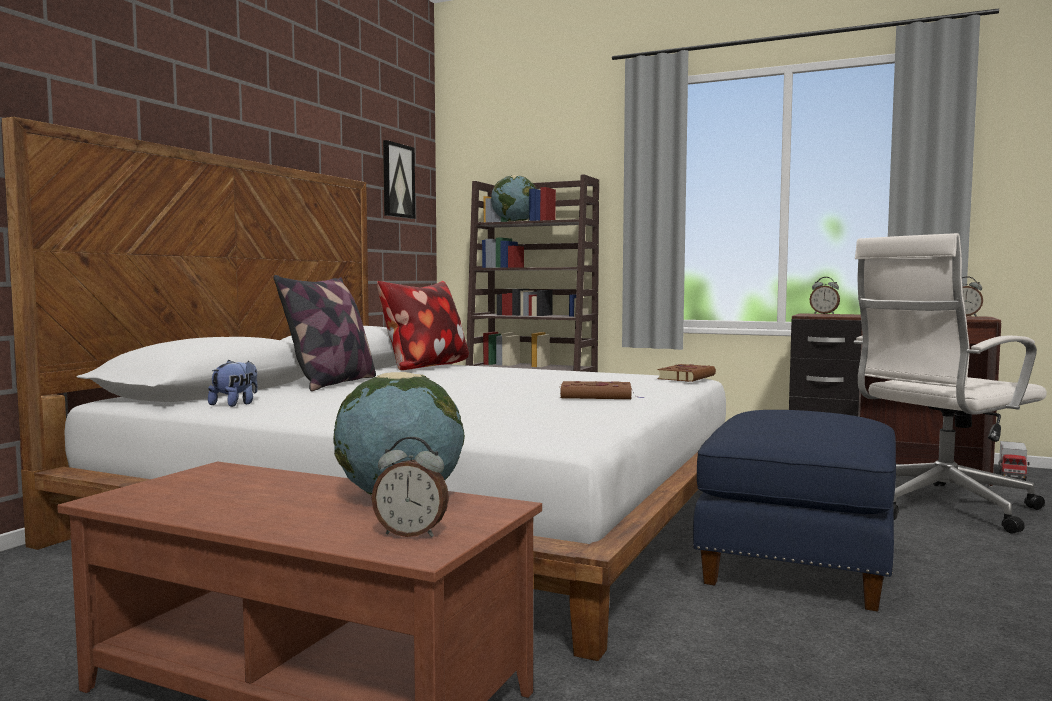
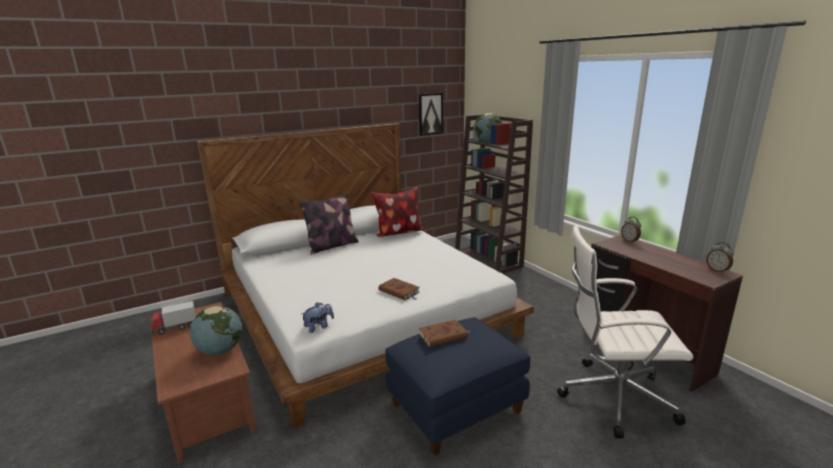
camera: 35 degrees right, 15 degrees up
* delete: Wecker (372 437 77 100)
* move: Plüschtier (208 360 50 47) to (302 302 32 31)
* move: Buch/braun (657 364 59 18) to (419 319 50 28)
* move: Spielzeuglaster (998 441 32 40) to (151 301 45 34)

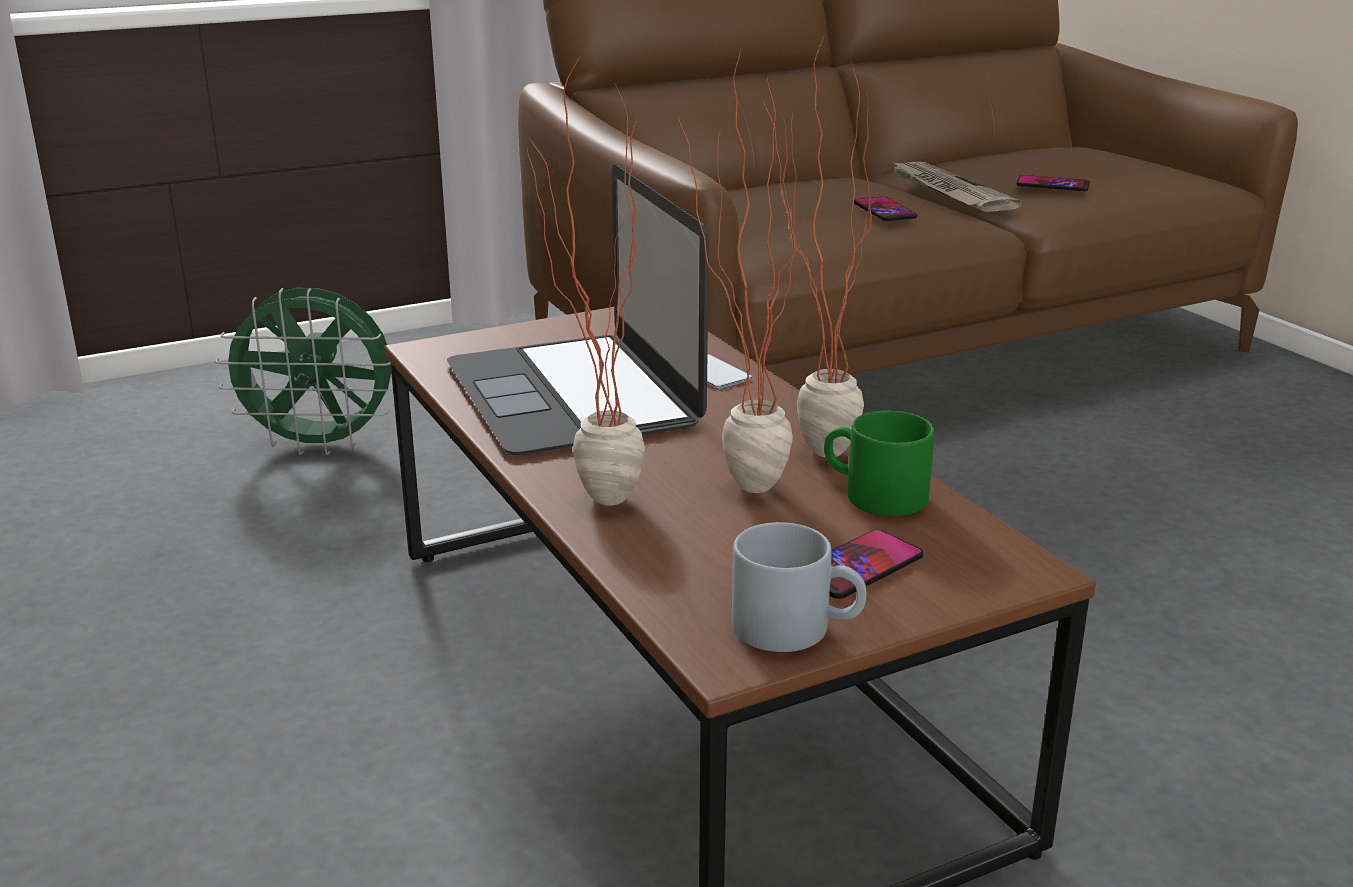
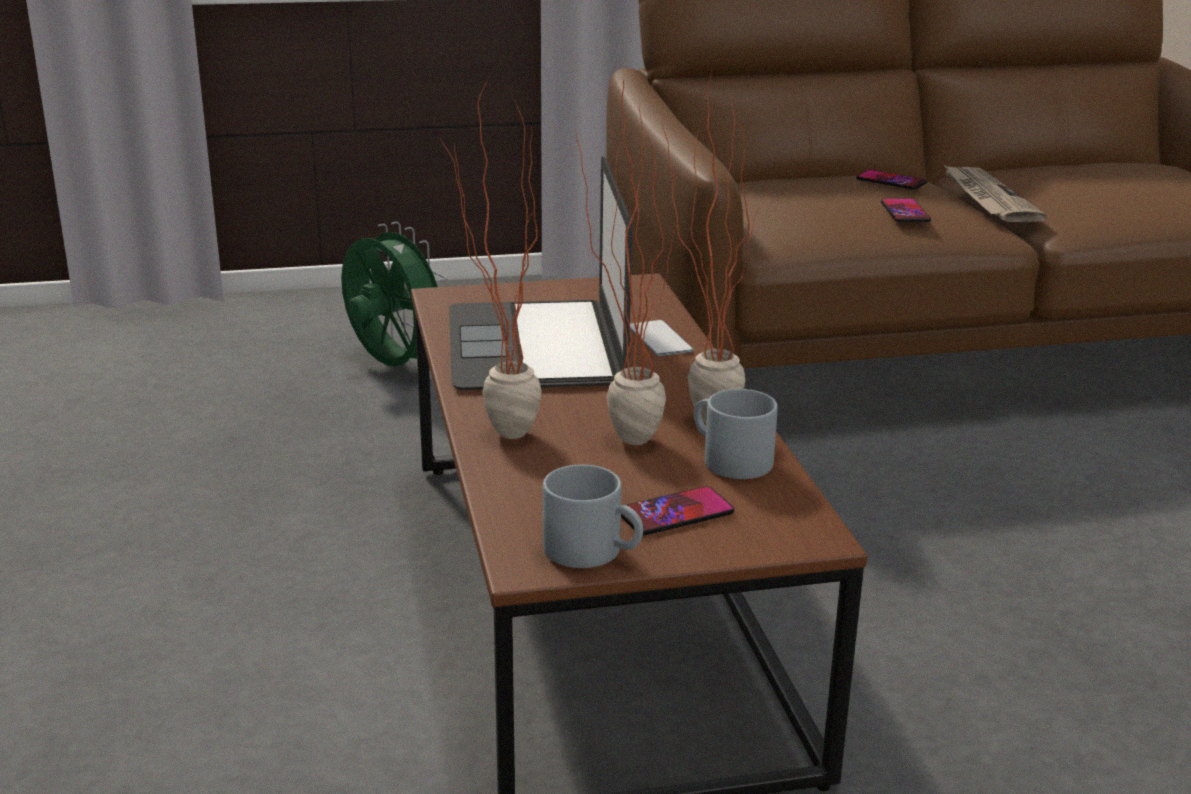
camera: 15 degrees right, 0 degrees up
* move: Handy (1016 175 74 16) to (857 170 70 20)
* recolor: Henkelbecher/grün (824 410 111 106) to Henkelbecher/grau (694 389 84 90)
* rotate: Ventilator/grün (215 288 178 167) = (341 222 106 145) 150 degrees counterclockwise

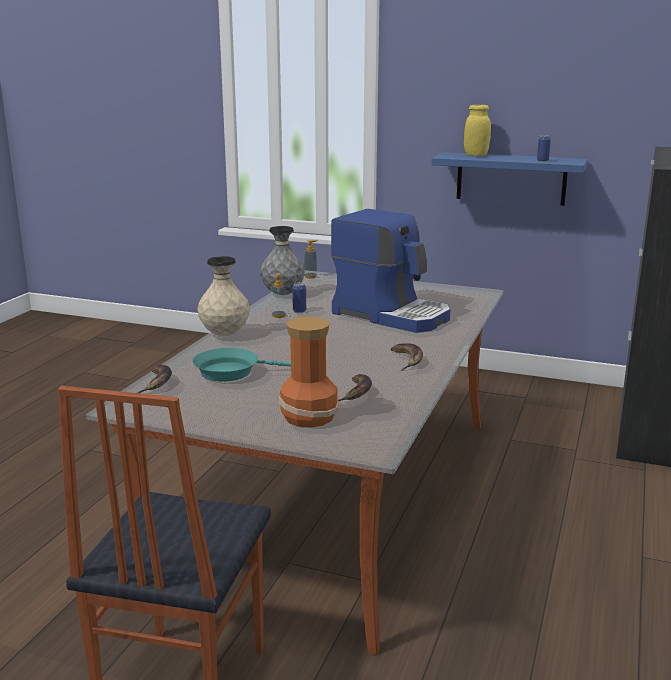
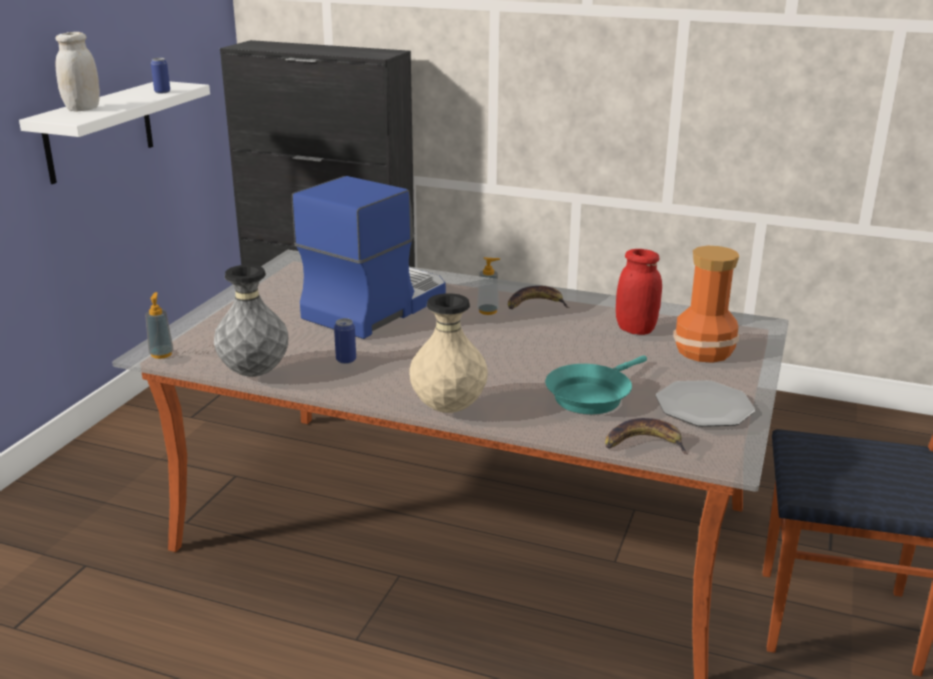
camera: 90 degrees left, 5 degrees up
* insert: Teller (656 380 99 47)
* move: Seifenspender (271 273 16 45) to (477 257 23 58)
* replace: Banane (338 374 34 27) to Vorratsglas/rot (616 249 46 86)
* recolor: Wandregal/blau (431 152 157 54) to Wandregal/weiß (19 81 191 103)
* recolor: Vorratsglas/gelb (464 105 27 51) to Vorratsglas/weiß (55 32 45 80)
* rotate: Pfanne/türkis (192 348 99 34) = (545 355 102 59) 45 degrees clockwise

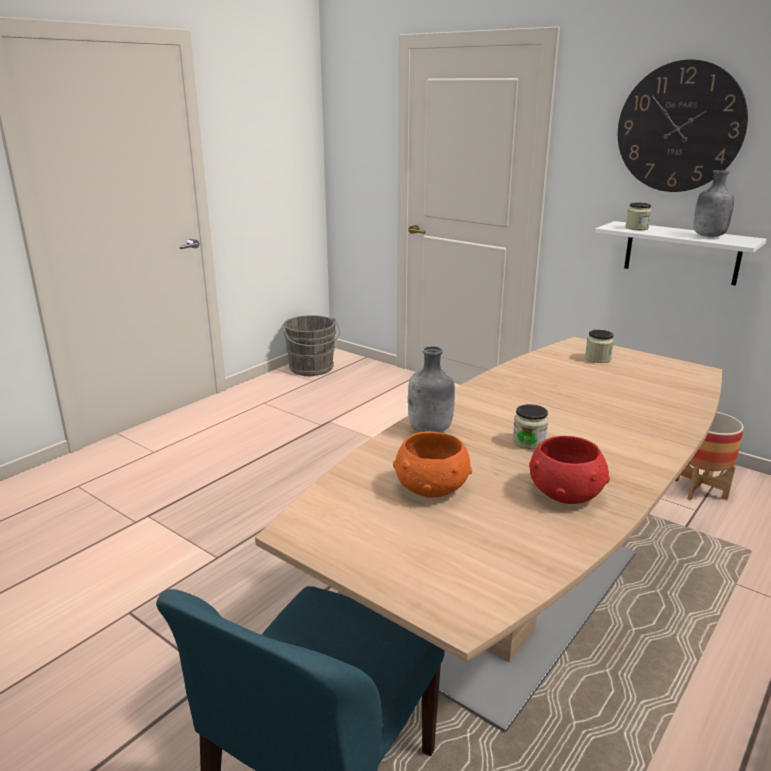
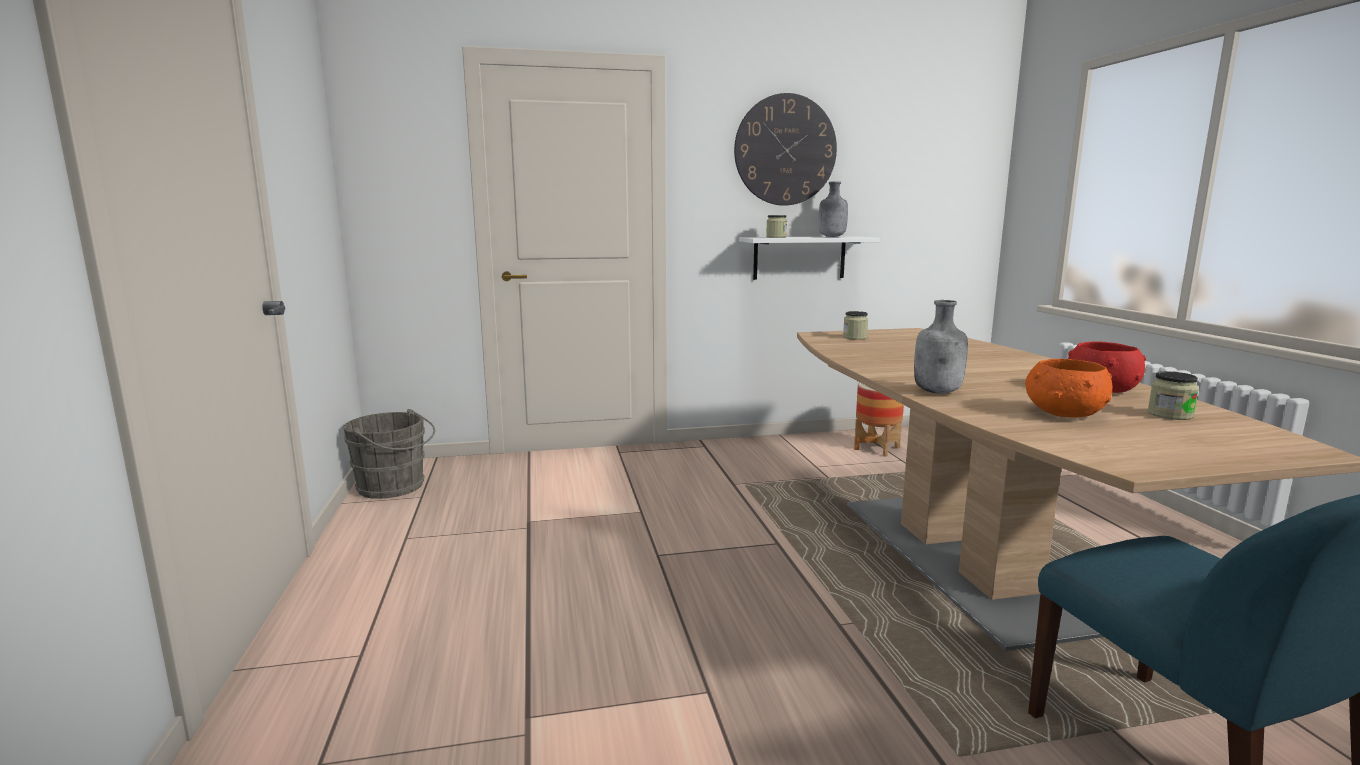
camera: 50 degrees left, 10 degrees down
* move: Vorratsglas (512 404 37 46) to (1147 372 52 48)

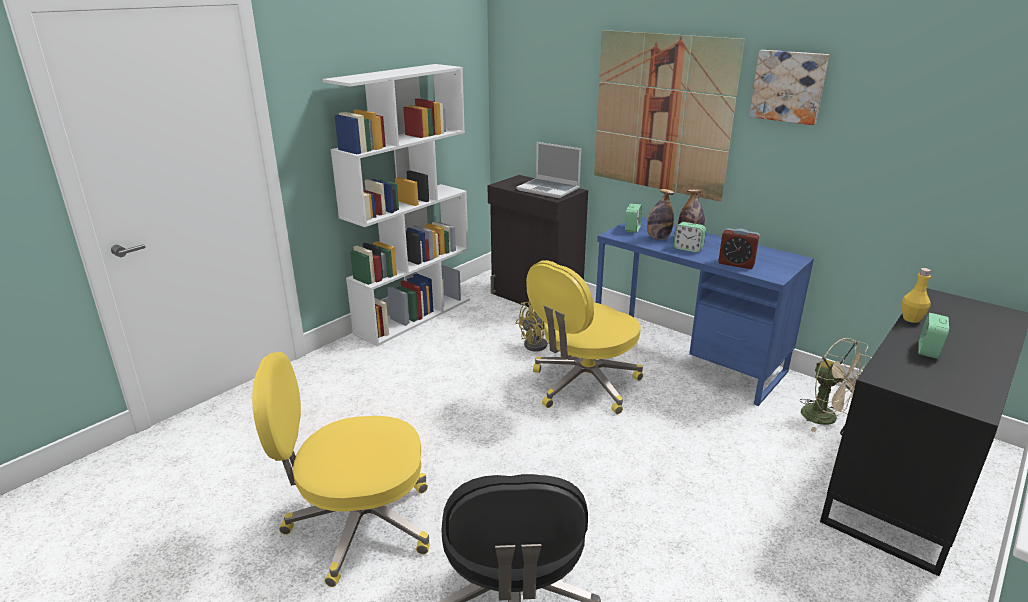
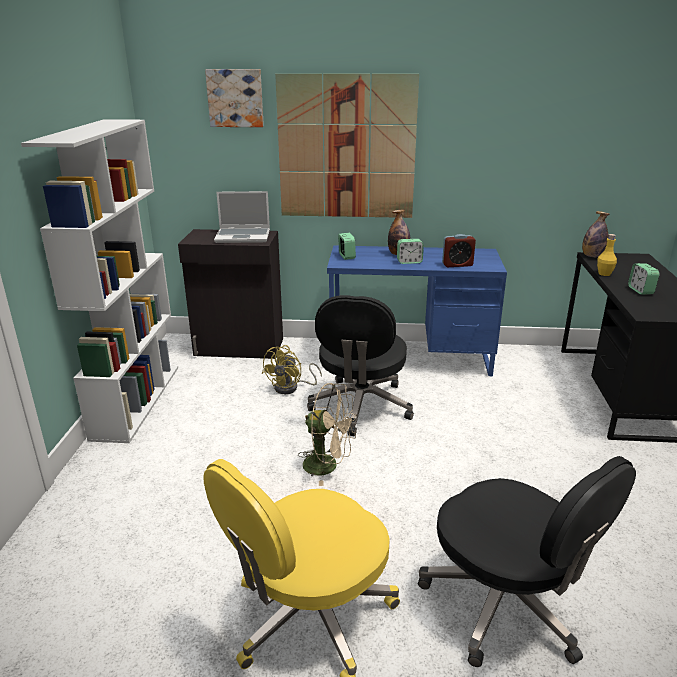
camera: 35 degrees left, 0 degrees up
* move: Flasche (647 189 27 51) to (582 211 27 46)
* move: Bild (749 50 80 75) to (205 69 59 58)
* move: Ventilator/beige (800 338 72 94) to (298 383 59 103)
* recolor: Bürostuhl/gelb (526 260 117 154) to Bürostuhl/schwarz (307 295 107 142)

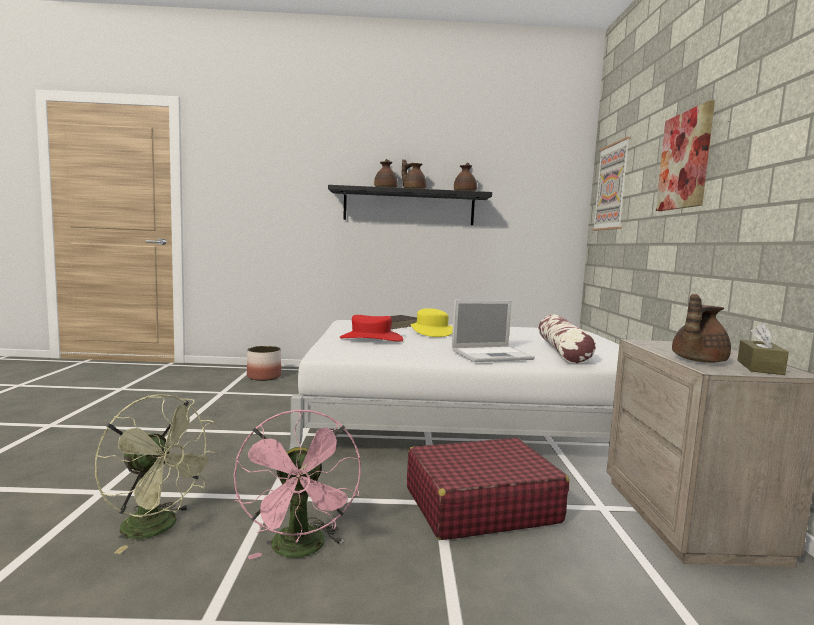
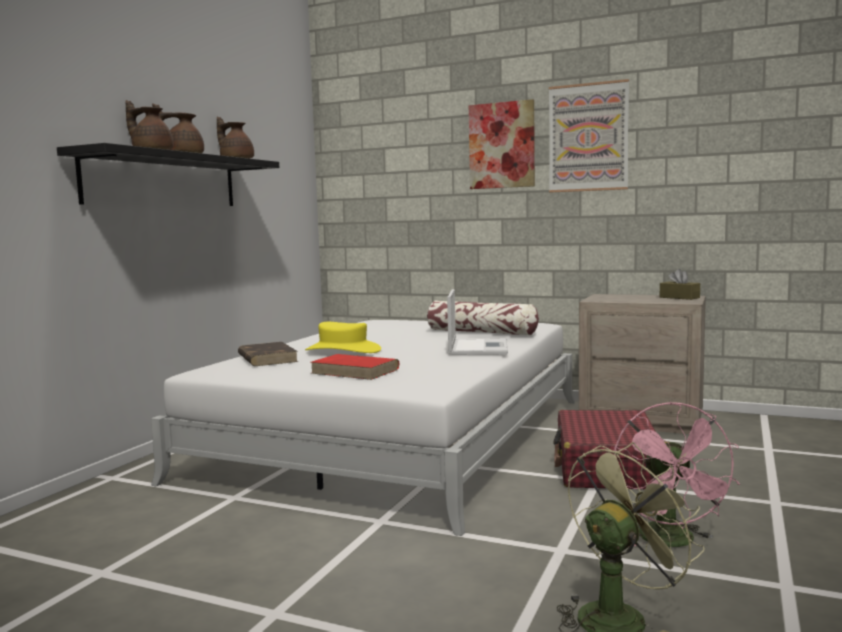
camera: 65 degrees left, 0 degrees up
* delete: Pflanzkübel (247 346 34 35)
* delete: Teekanne/braun (672 294 59 69)
* move: Bild (592 137 39 94) to (549 79 80 114)
* replace: Hut/rot (340 315 64 27) to Buch/rot (311 354 88 26)
* rotate: Ventilator/rosa (234 409 127 151) = (614 402 126 145) 75 degrees clockwise

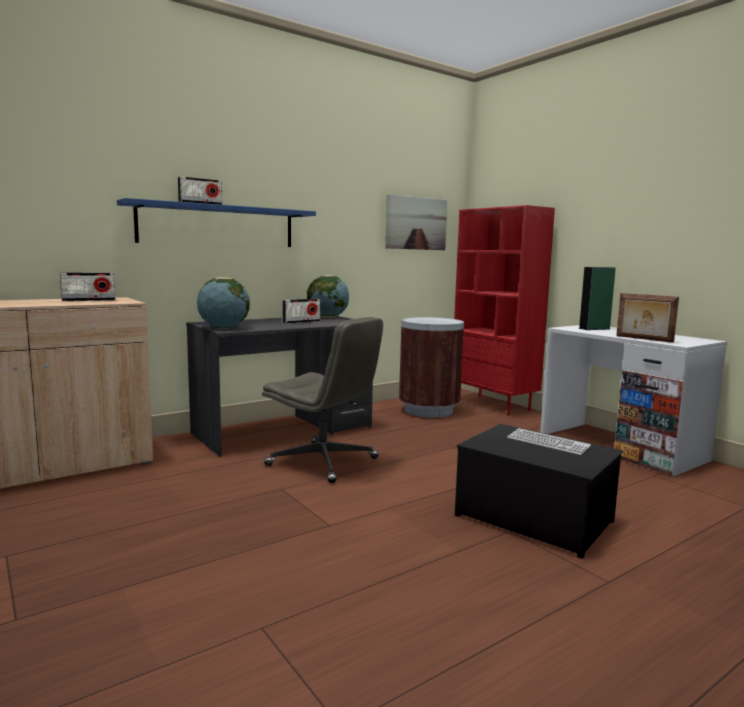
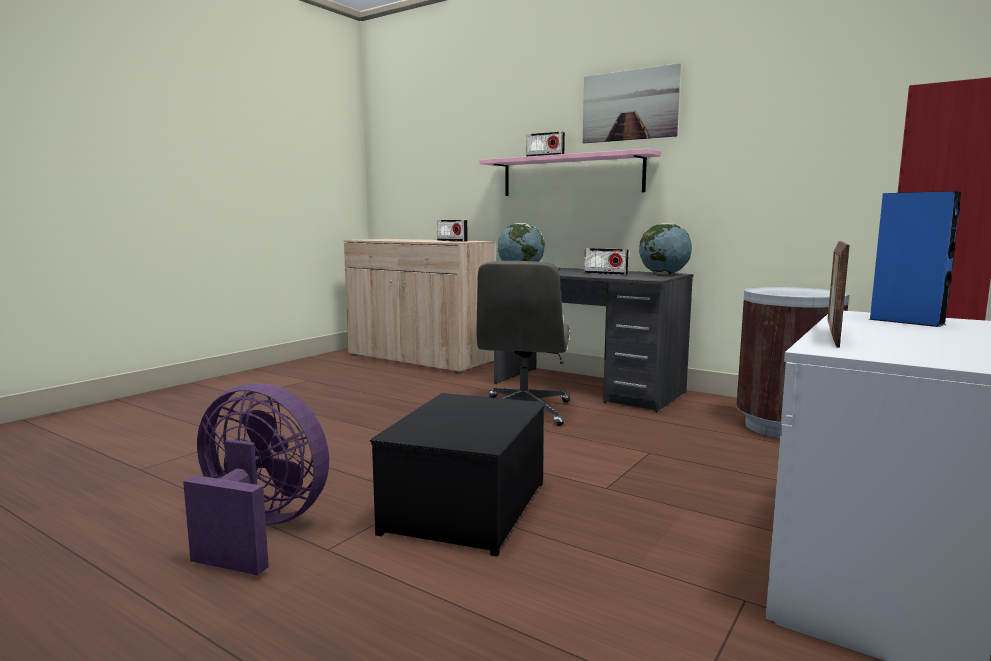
camera: 70 degrees right, 0 degrees up
* delete: Tastatur (507 428 84 27)
* insert: Ventilator/lila (183 383 146 192)
* move: Bild (385 194 62 56) to (583 63 98 80)
* recolor: Wandregal/blau (117 198 199 49) to Wandregal/rosa (479 148 182 48)
* recolor: Lautsprecher/grün (579 267 37 63) to Lautsprecher/blau (868 191 93 136)

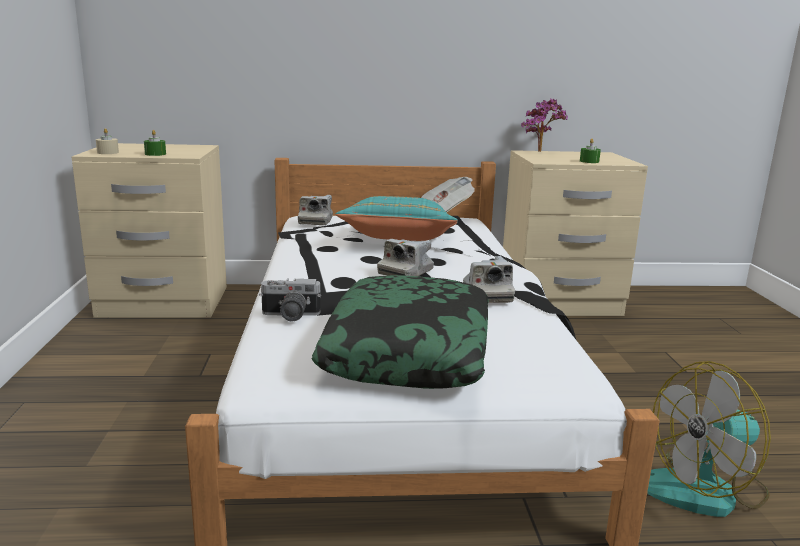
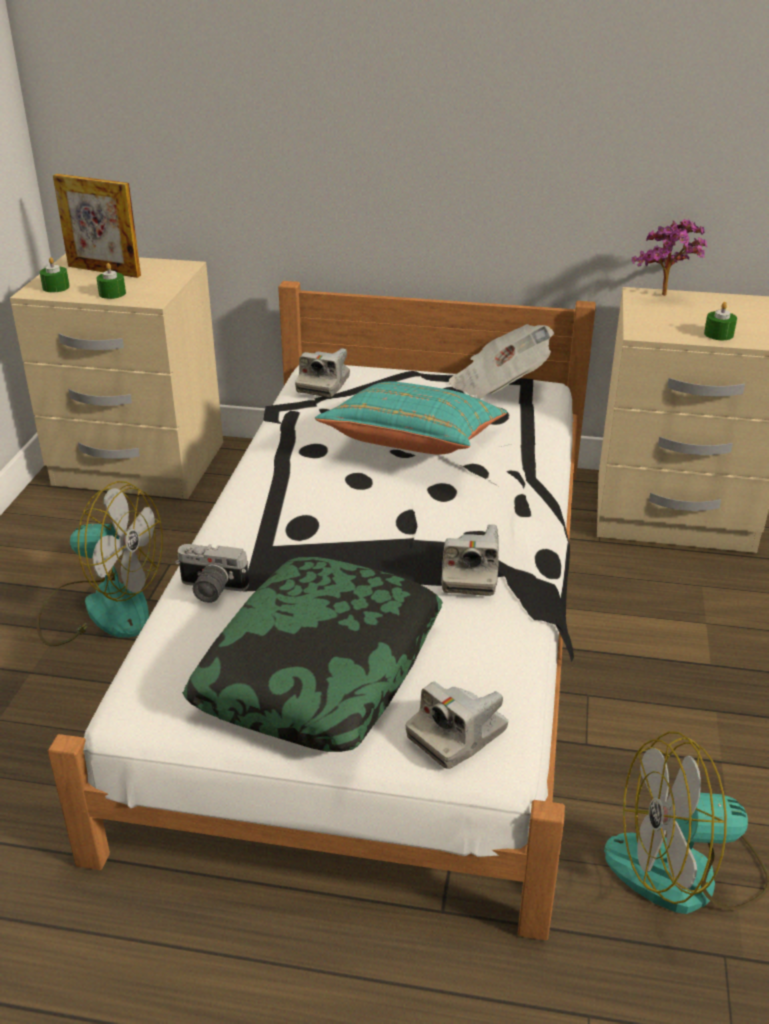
camera: 15 degrees right, 15 degrees up
* insert: Ventilator (36 481 127 165)
* insert: Bilderrahmen (53 174 88 104)
* move: Kamera (377 239 57 37) to (406 681 103 88)
* recolor: Kerze/beige (96 128 23 26) to Kerze/grün (40 257 30 35)

